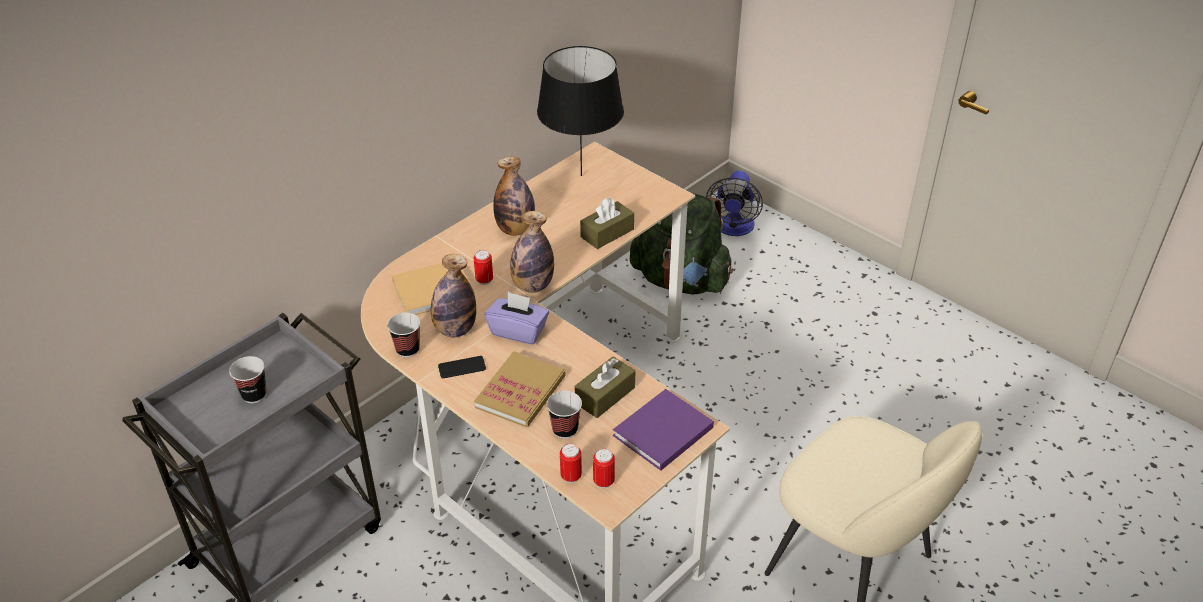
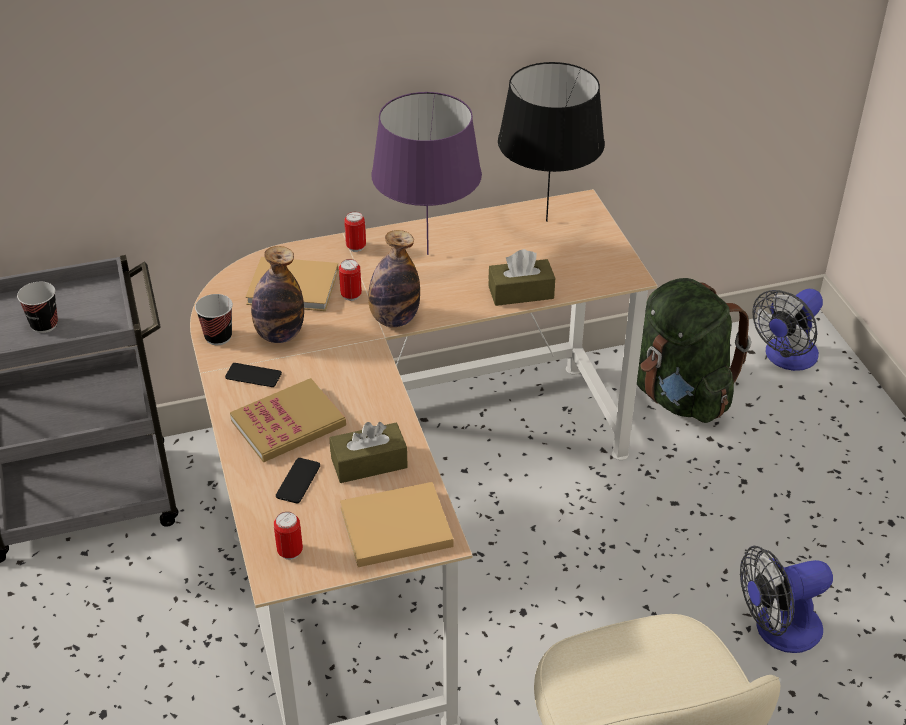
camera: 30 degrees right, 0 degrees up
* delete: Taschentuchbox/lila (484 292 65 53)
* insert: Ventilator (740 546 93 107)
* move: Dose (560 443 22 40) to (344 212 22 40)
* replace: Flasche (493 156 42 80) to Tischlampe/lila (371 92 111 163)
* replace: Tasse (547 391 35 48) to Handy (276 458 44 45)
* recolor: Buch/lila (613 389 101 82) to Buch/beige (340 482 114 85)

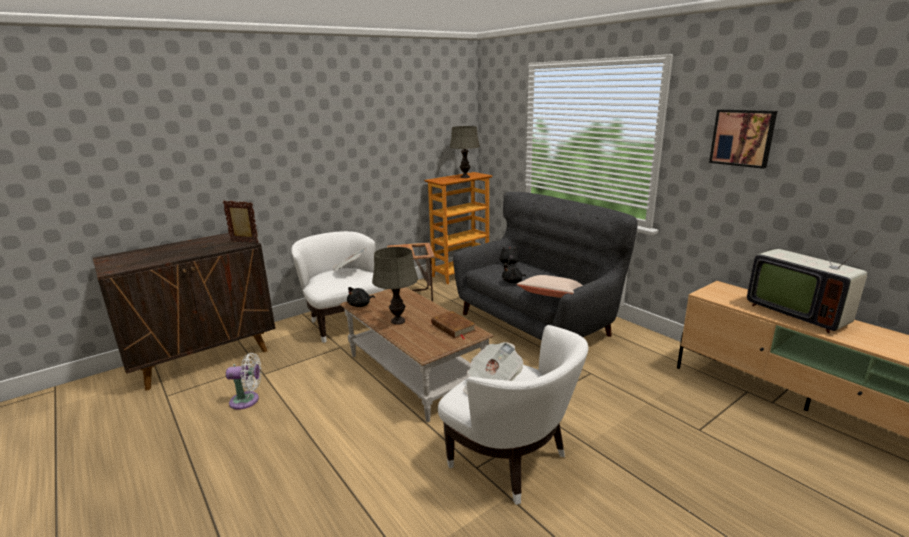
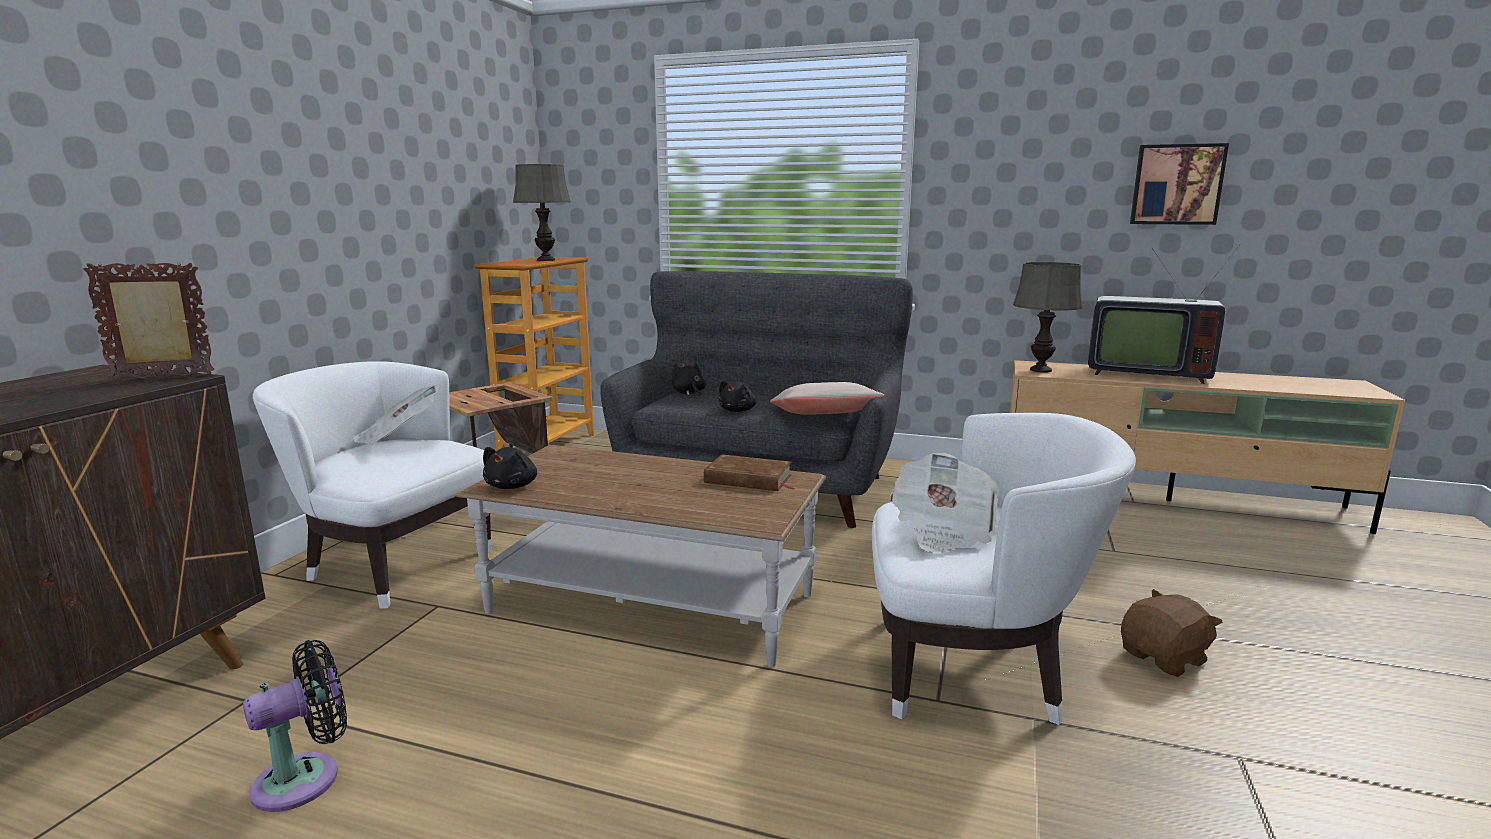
camera: 35 degrees left, 5 degrees down
* insert: Plüschtier/braun (1121 589 102 88)
* move: Tischlampe/grau (372 247 46 78) to (1013 262 70 111)
* move: Bild (709 109 68 60) to (1130 143 99 82)
* recolor: Ventilator/weiß (226 353 36 57) to Ventilator/schwarz (243 640 104 172)

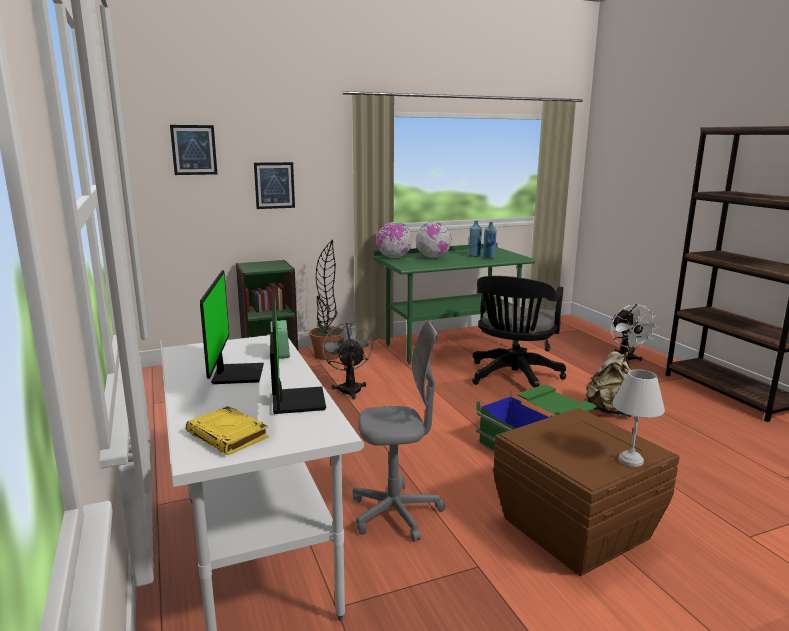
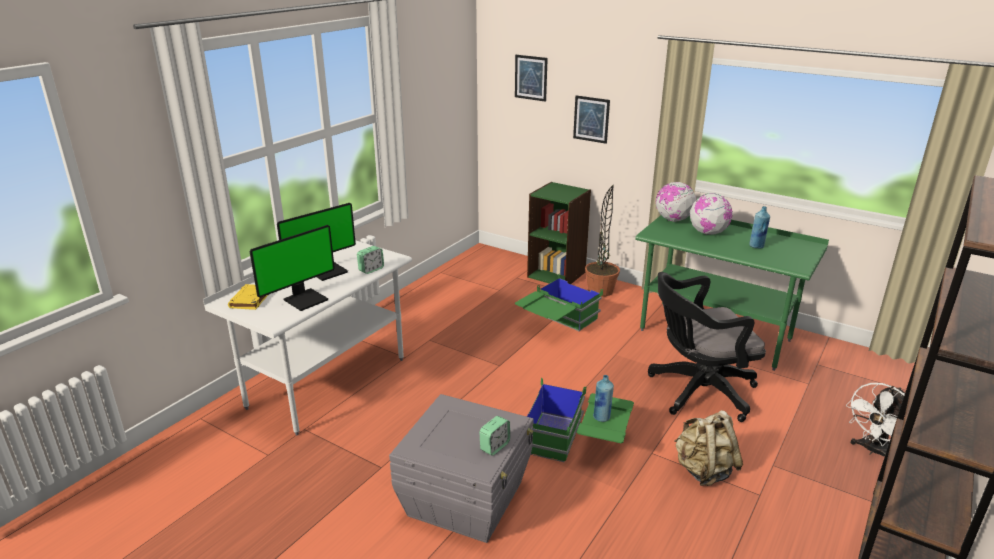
camera: 55 degrees right, 10 degrees up
* delete: Bürostuhl/grau (353 320 92 222)
* delete: Tischlampe/weiß (612 369 53 98)
* insert: Wecker (479 416 31 40)
* move: Flasche/blau (483 222 14 37) to (593 375 21 47)
* replace: Ventilator/grau (322 321 51 78) to Aufbewahrungsbox/grün (515 274 88 57)
* recolor: Aufbewahrungsbox/braun (493 408 187 168) to Aufbewahrungsbox/grau (389 394 144 149)

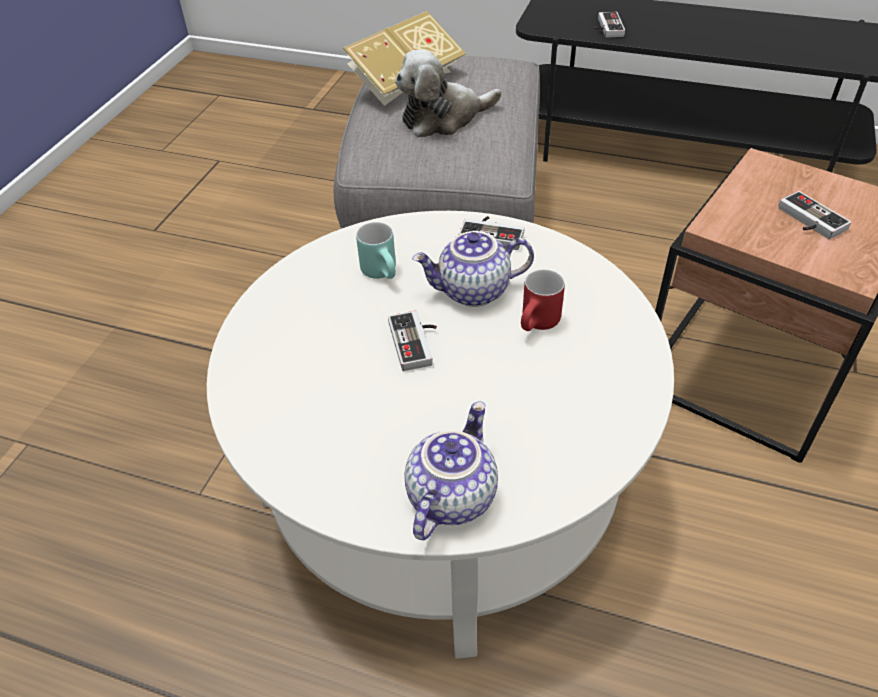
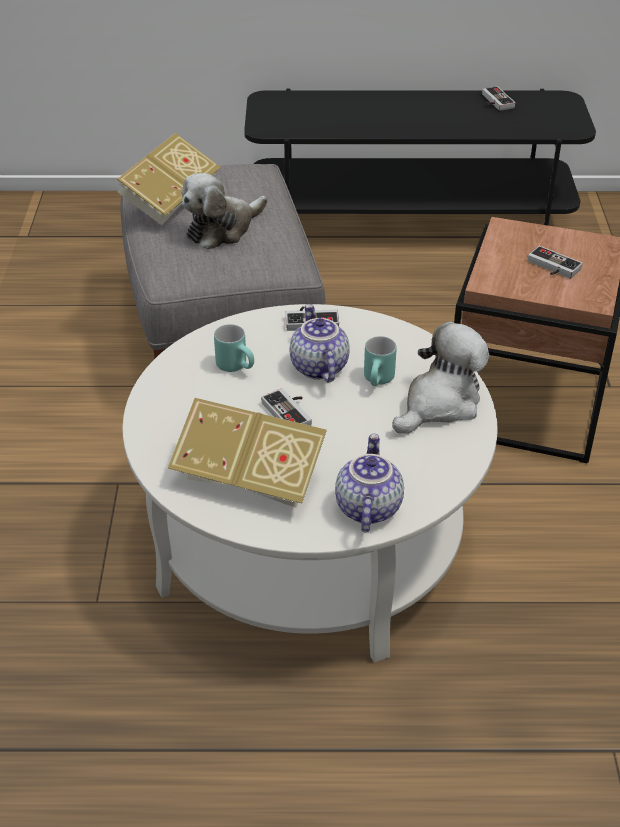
camera: 20 degrees left, 5 degrees down
* insert: Buch (168 398 159 110)
* insert: Plüschtier (392 322 97 112)
* move: Gamepad (594 12 31 25) to (482 86 33 25)
* recolor: Henkelbecher/rot (521 269 44 62) to Henkelbecher/türkis (364 336 32 50)
* rotate: Teekanne (412 231 122 76) = (290 304 60 78) 105 degrees clockwise

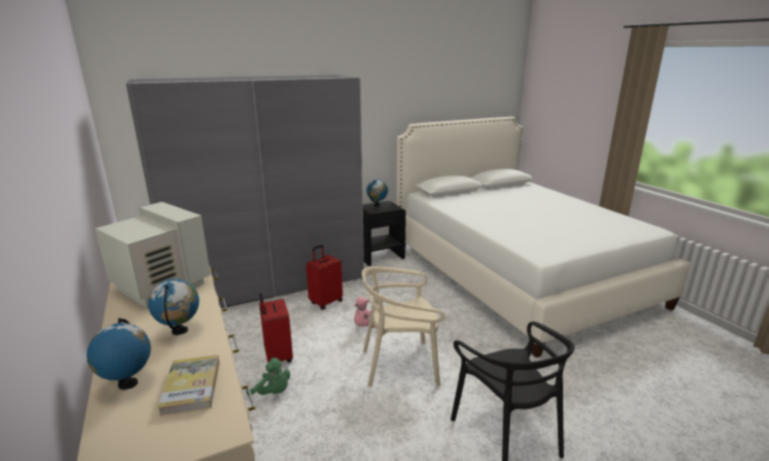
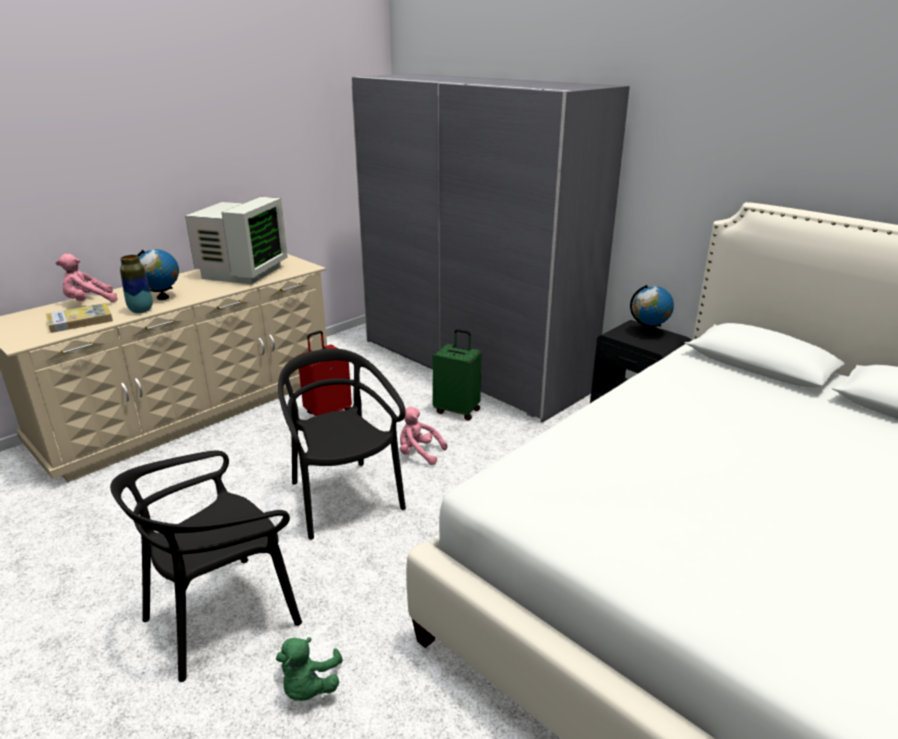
camera: 70 degrees right, 5 degrees up
* insert: Vase (120 255 33 58)
* move: Plüschtier/grün (246 358 44 38) to (276 637 67 64)
* replace: Globus (87 318 64 72) to Plüschtier/rosa (55 254 63 48)
* recolor: Koffer/rot (306 245 37 65) to Koffer/grün (432 329 50 92)
* recolor: Stuhl/beige (362 266 83 121) to Stuhl/schwarz (278 348 128 192)

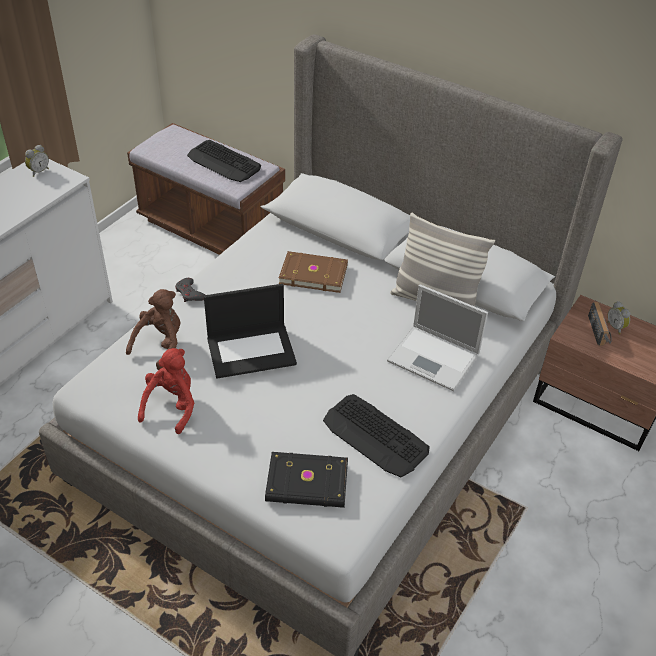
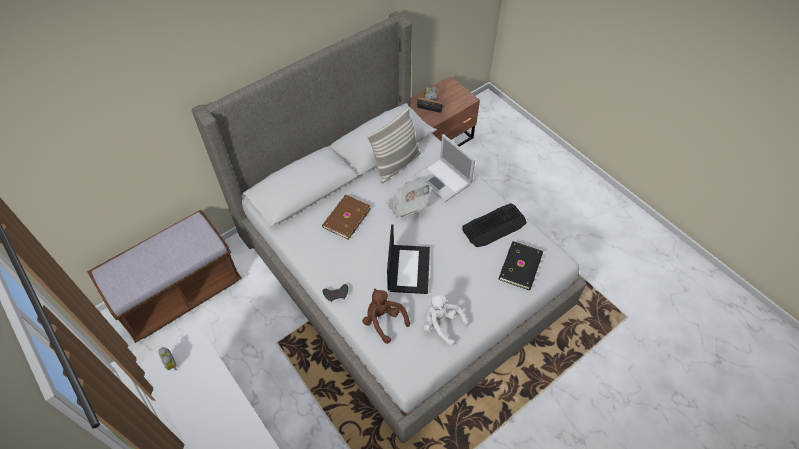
camera: 70 degrees left, 10 degrees up
* delete: Tastatur (187 140 74 42)
* insert: Zeitung (386 179 46 39)
* recolor: Plüschtier/rot (138 348 56 86) to Plüschtier/weiß (423 294 46 52)
* rotate: Laptop (387 284 101 107) = (415 134 60 68) 90 degrees clockwise

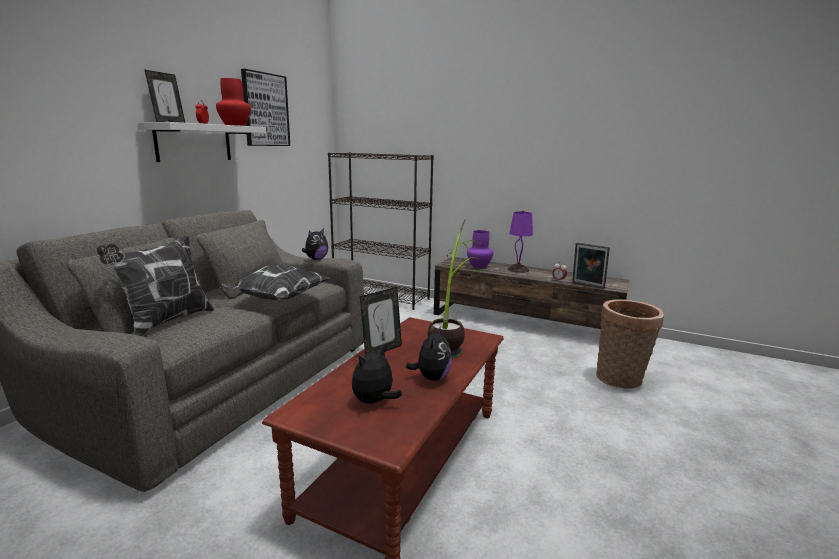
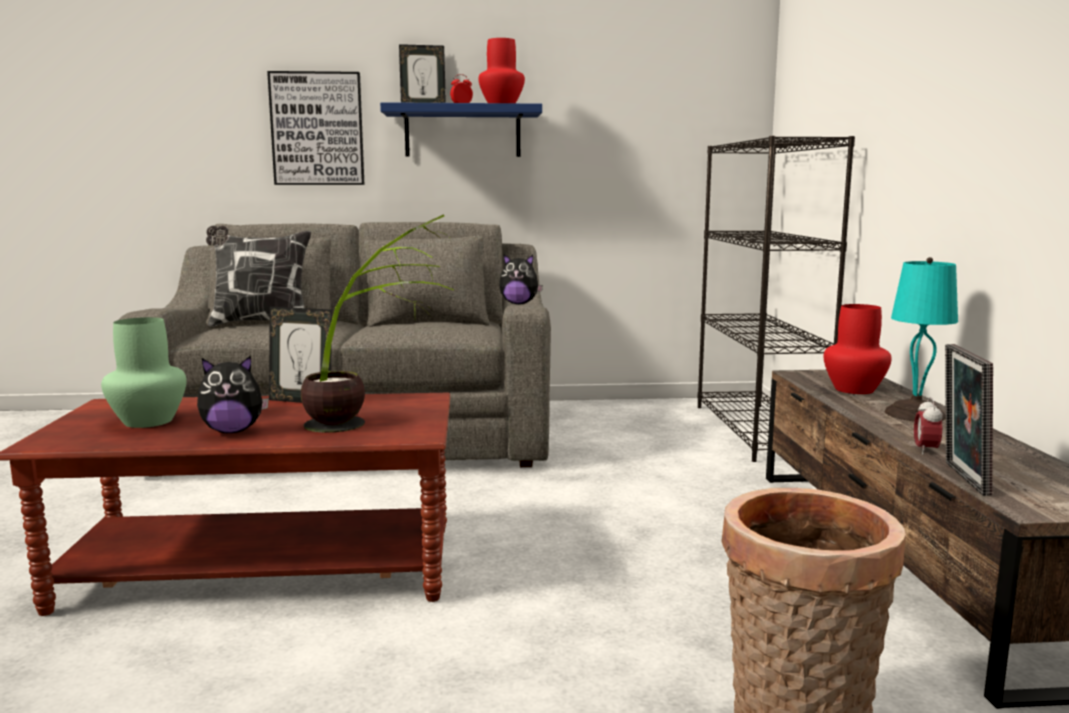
camera: 60 degrees right, 5 degrees down
* delete: Kissen (219 264 110 36)
* move: Bild (241 69 49 77) to (267 71 97 114)
* replace: Plüschtier (352 345 50 59) to Vase/grün (101 317 86 111)
* recolor: Wandregal/weiß (137 122 129 40) to Wandregal/blau (380 102 162 55)
* recolor: Vase/lila (467 230 26 38) to Vase/rot (823 304 69 90)
* recolor: Tischlampe/lila (507 211 26 62) to Tischlampe/türkis (884 257 74 164)

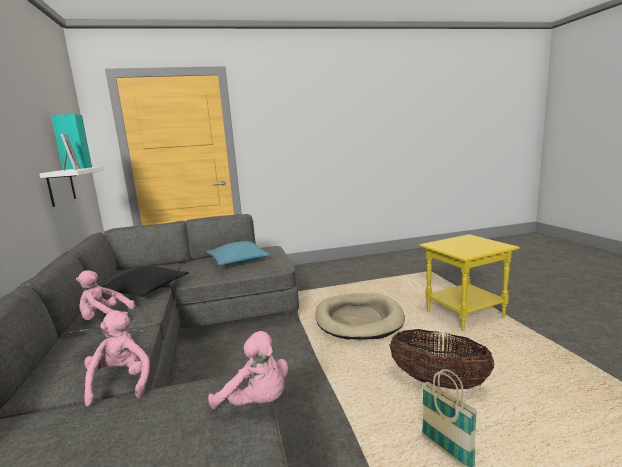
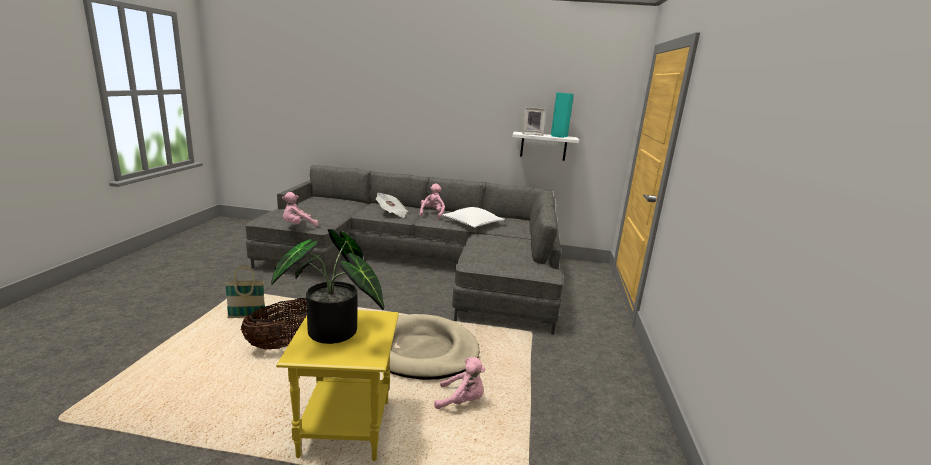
camera: 110 degrees right, 5 degrees up
* delete: Kissen/türkis (206 241 65 24)
* insert: Topfpflanze (271 229 113 115)
* move: Plüschtier/rosa (84 310 66 96) to (434 357 51 52)
* recolor: Kissen/schwarz (101 266 88 31) to Kissen/weiß (442 207 63 21)

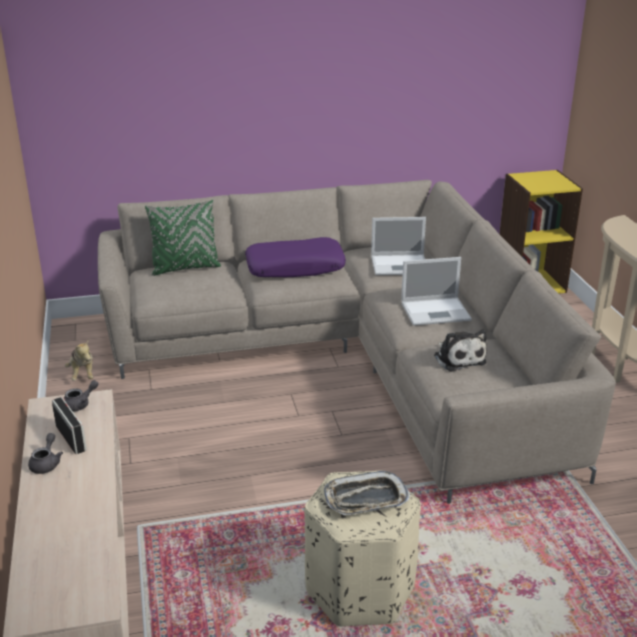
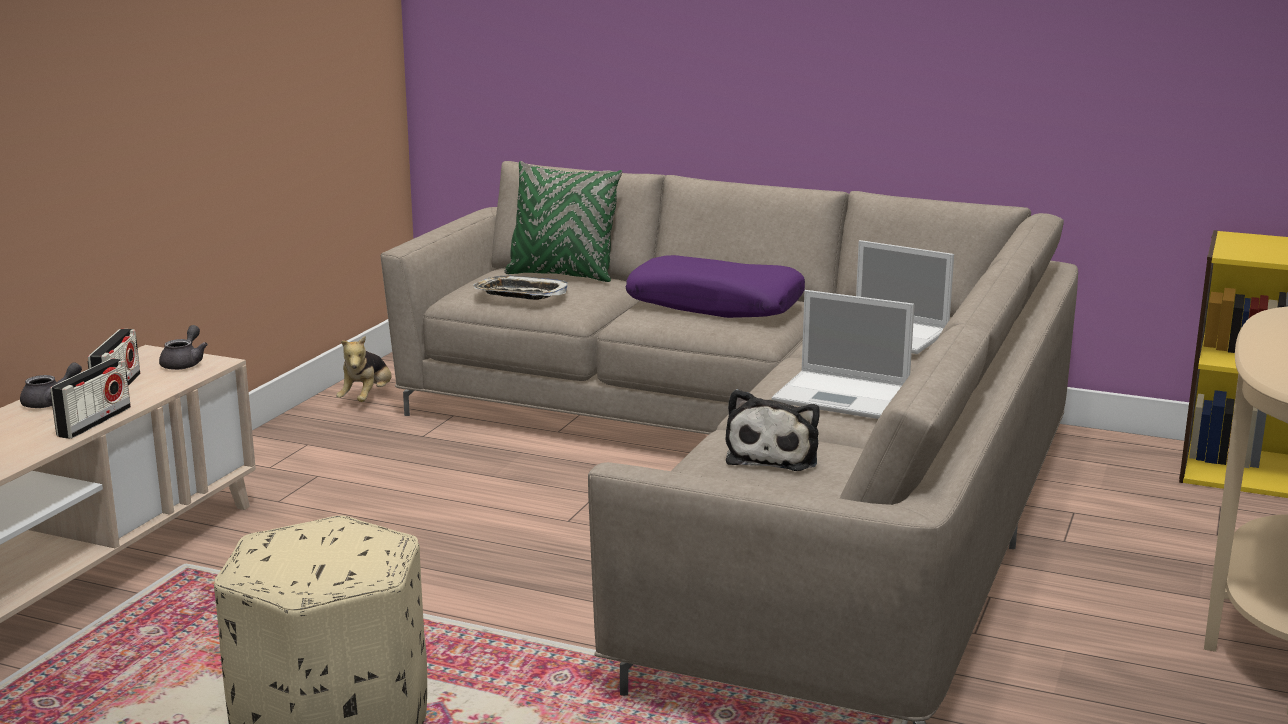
camera: 35 degrees right, 10 degrees down
* insert: Radio (50 358 81 81)
* move: Tablett (324 471 86 44) to (473 276 95 24)
* rotate: Teekanne/grau (64 380 35 32) = (159 325 49 45) 75 degrees counterclockwise

